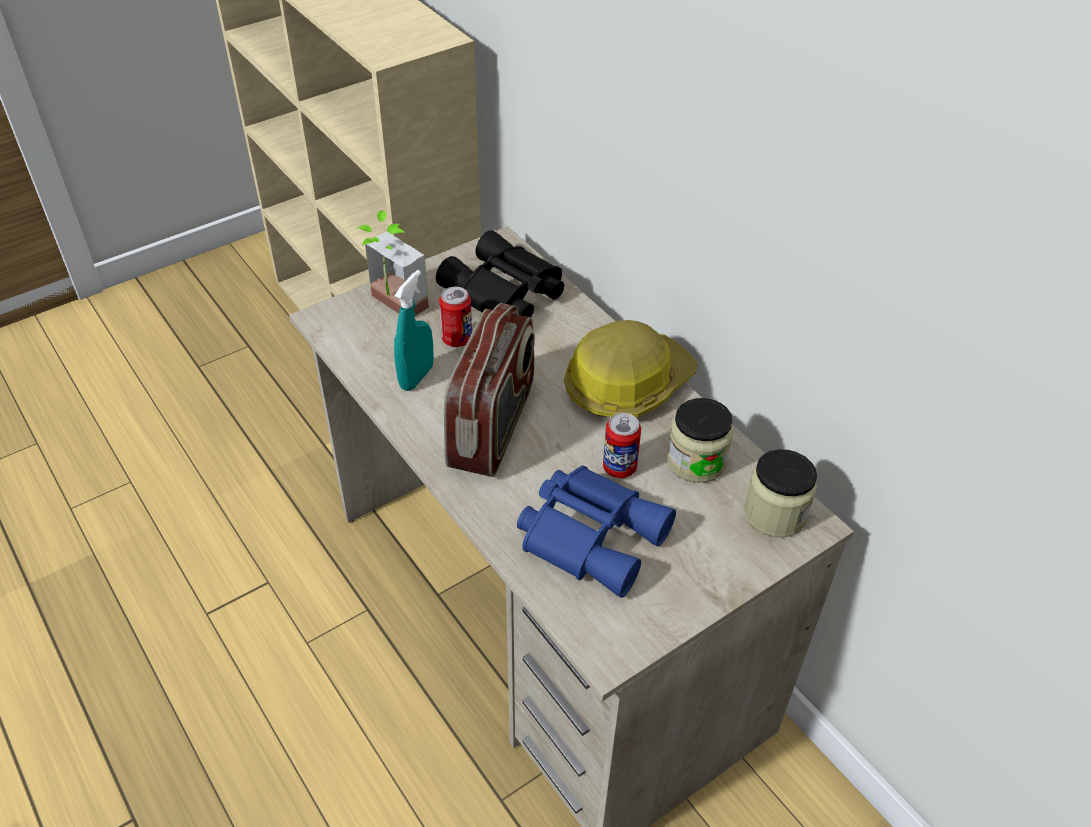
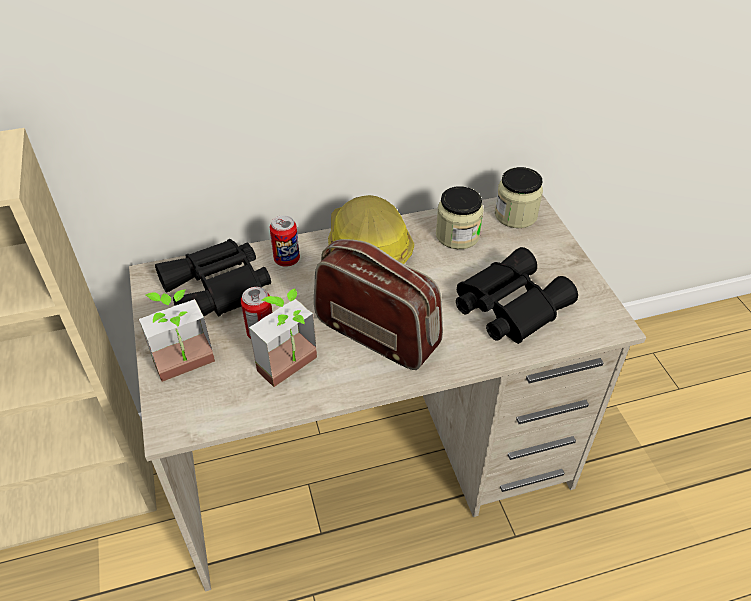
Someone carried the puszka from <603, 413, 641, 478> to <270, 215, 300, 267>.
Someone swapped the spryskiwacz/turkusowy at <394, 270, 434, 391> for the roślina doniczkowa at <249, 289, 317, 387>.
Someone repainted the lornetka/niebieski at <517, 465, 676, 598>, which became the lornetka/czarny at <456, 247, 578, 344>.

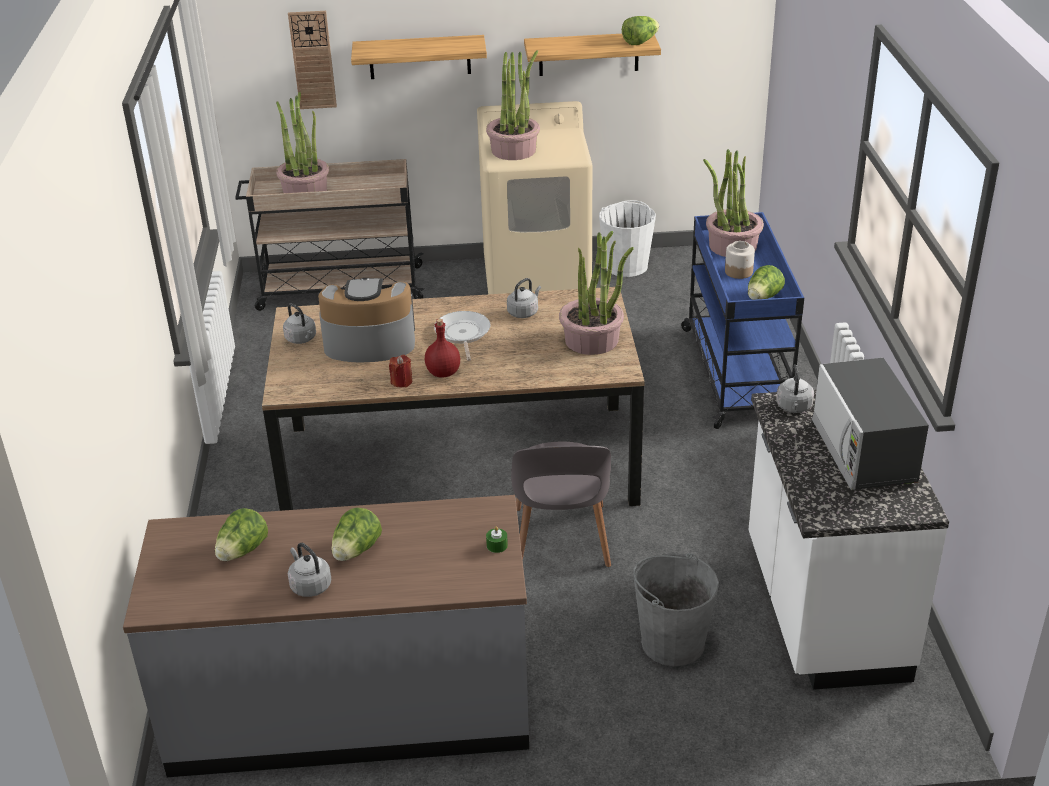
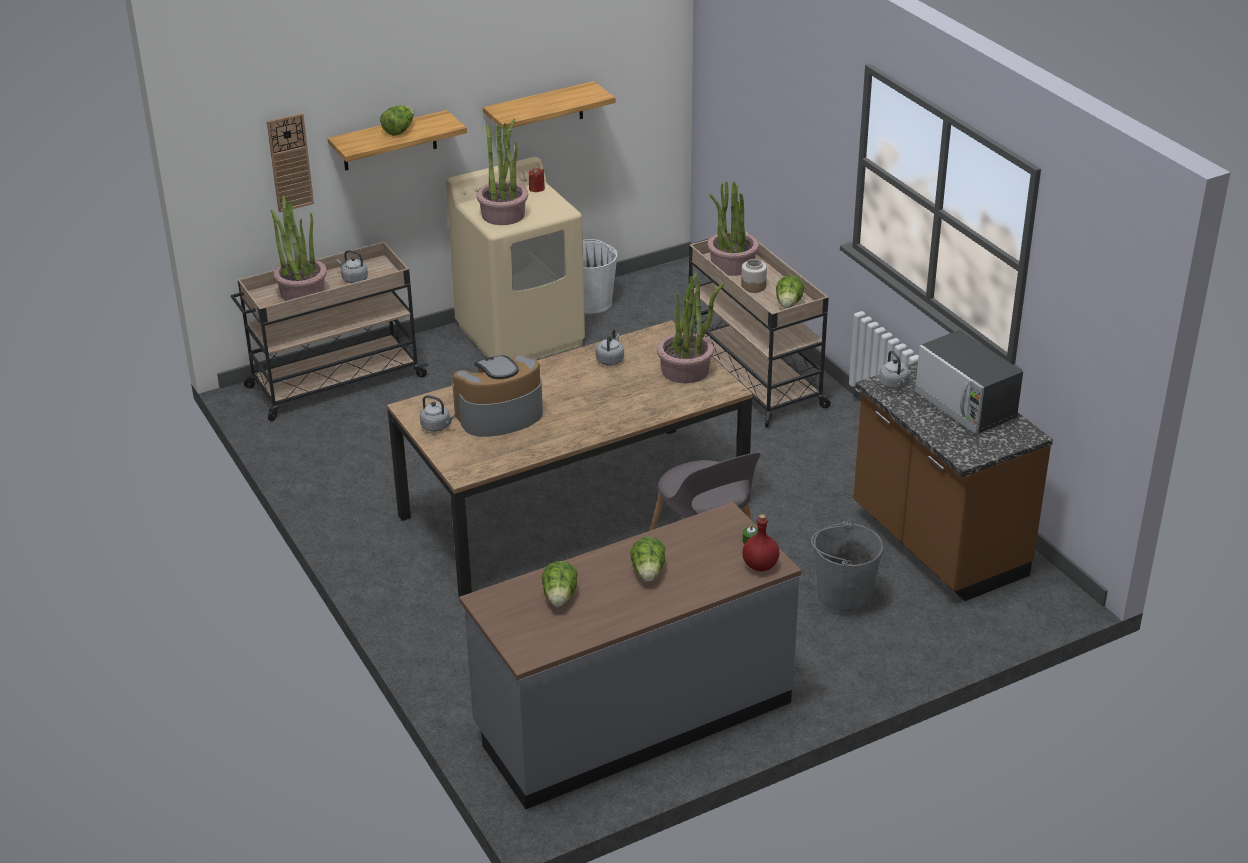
Someone took away the patelnia at <434, 311, 490, 361>.
Someone carried the czajnik/szary from <288, 543, 331, 597> to <337, 250, 368, 283>.
Someone carried the świeca/czerwony from <389, 355, 412, 388> to <528, 167, 545, 192>.
Someone carried the butelka/czerwony from <425, 319, 460, 378> to <742, 514, 779, 571>.
Someone carried the sałata from <622, 16, 659, 45> to <380, 105, 414, 136>.
Someone repainted the wózek/niebieski at <681, 212, 804, 429>, which became the wózek/beżowy at <689, 231, 833, 428>.
Someone repainted the zabudowa kuchenna/biały at <748, 389, 949, 690>, which became the zabudowa kuchenna/brązowy at <853, 362, 1053, 601>.

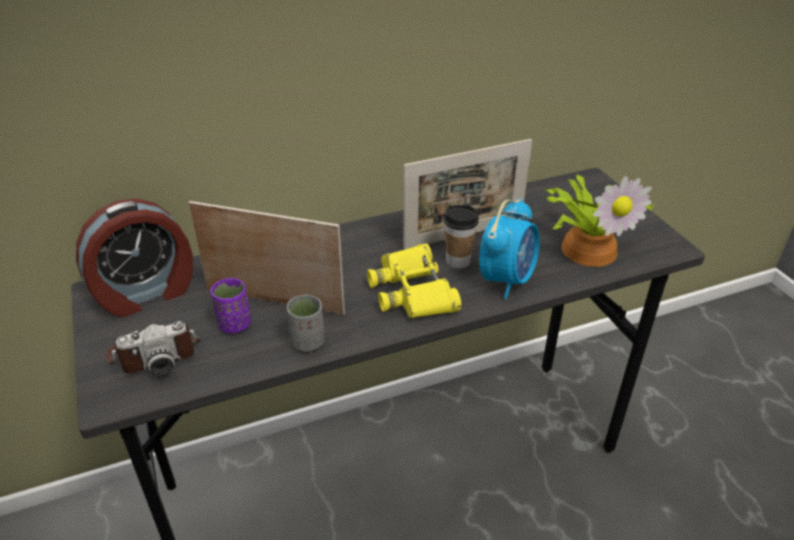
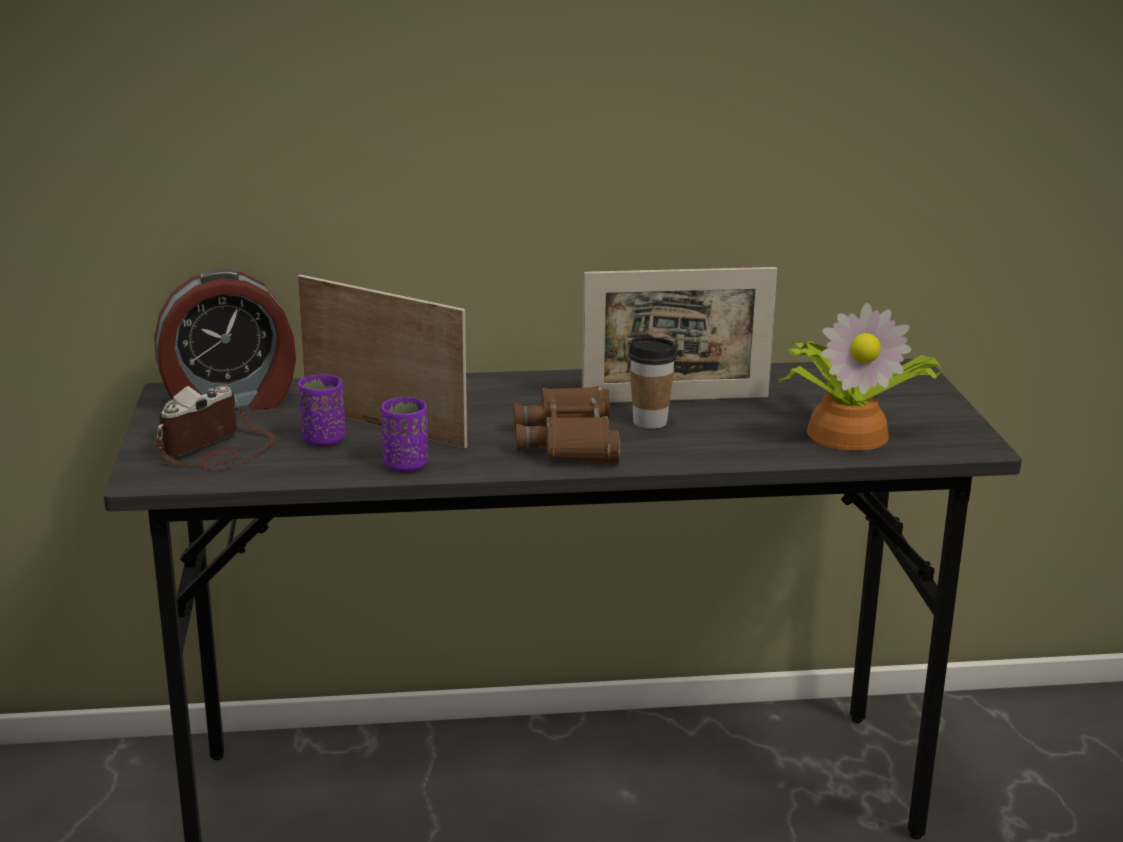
Someone took away the budzik at <479, 198, 540, 299>.
Someone repainted the filiżanka/szary at <286, 295, 325, 352>, which became the filiżanka/fioletowy at <381, 397, 428, 472>.
Someone repainted the lornetka/żółty at <367, 243, 461, 318>, which became the lornetka/brązowy at <514, 386, 620, 463>.
Someone rotated the aparat fotograficzny at <106, 321, 200, 375> by 135 degrees clockwise.

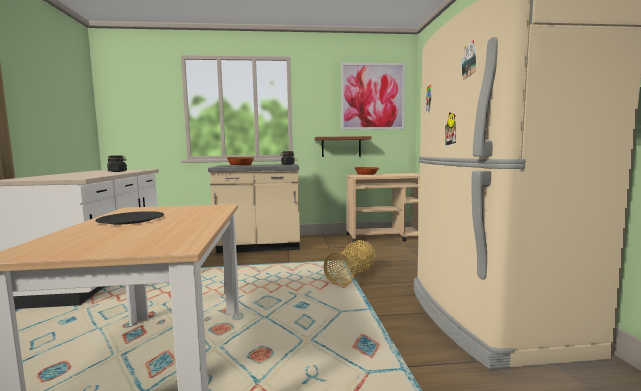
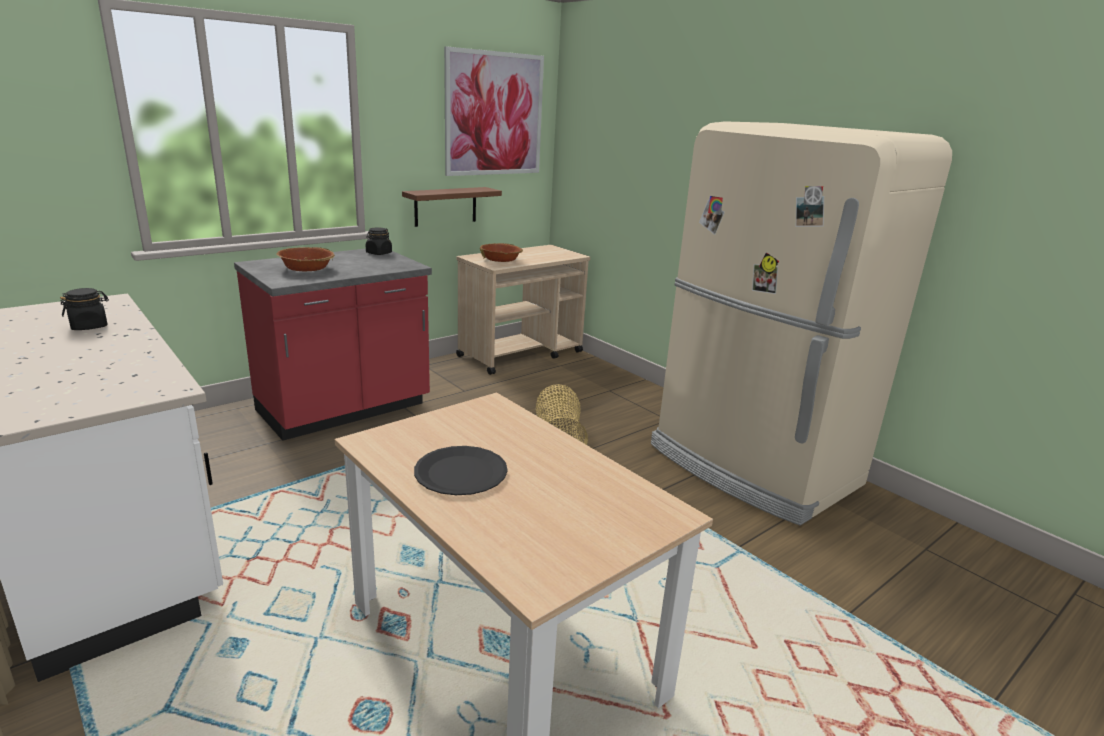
Someone repainted the zabudowa kuchenna/beżowy at <208, 164, 300, 253>, which became the zabudowa kuchenna/czerwony at <234, 249, 432, 441>.

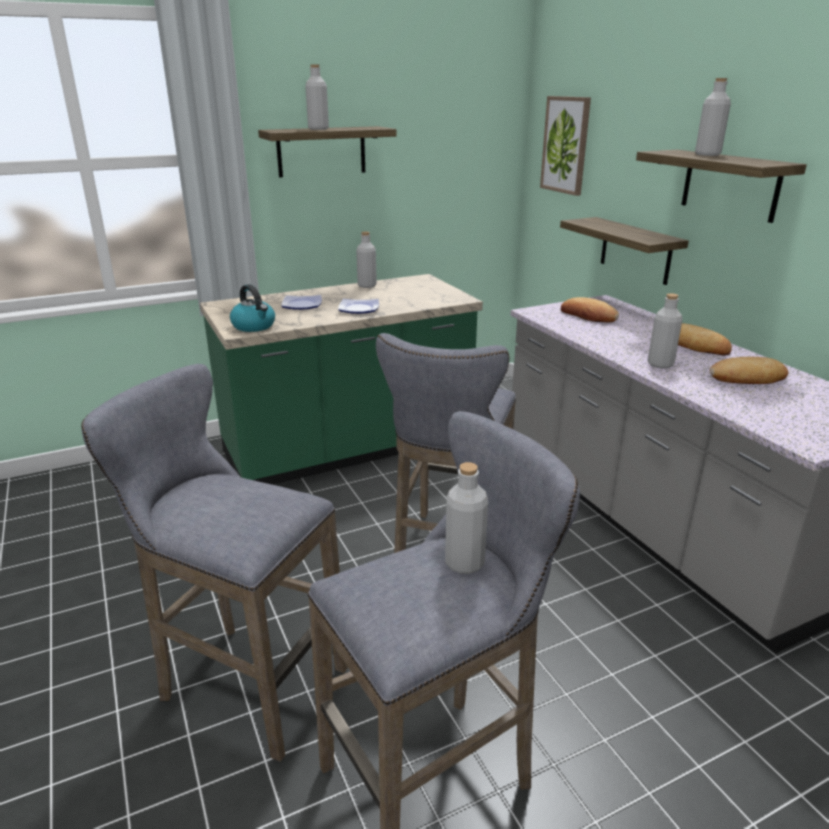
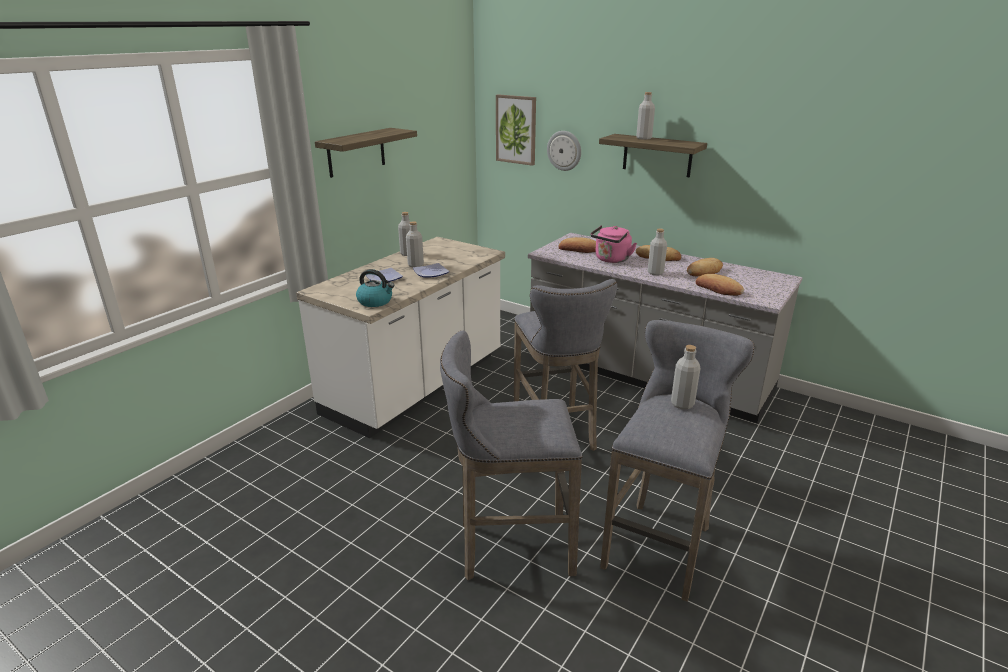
Someone took away the półka at <560, 217, 689, 285>.
Someone put up the zegar ścienny at <547, 131, 581, 171>.
Someone put down the czajnik/różowy at <591, 225, 637, 263>.
Someone put down the chleb at <696, 274, 744, 296>.
Someone carried the butelka/szary from <305, 65, 329, 130> to <406, 221, 424, 268>.
Someone repainted the zabudowa kuchenna/zielony at <200, 274, 483, 485>, which became the zabudowa kuchenna/biały at <296, 237, 505, 438>.

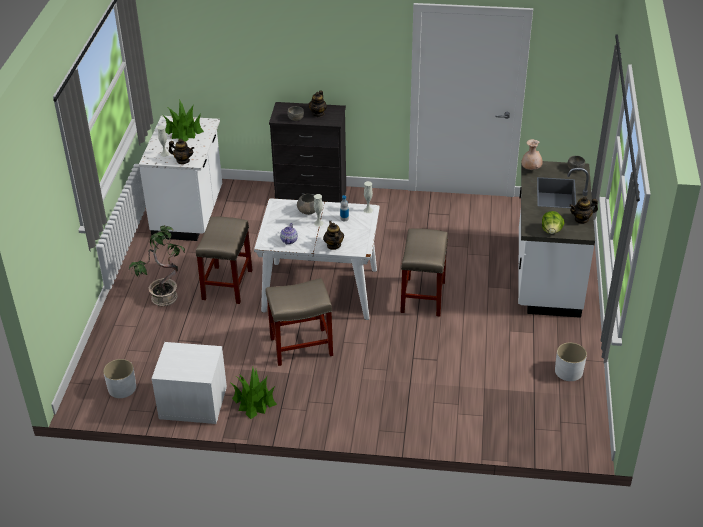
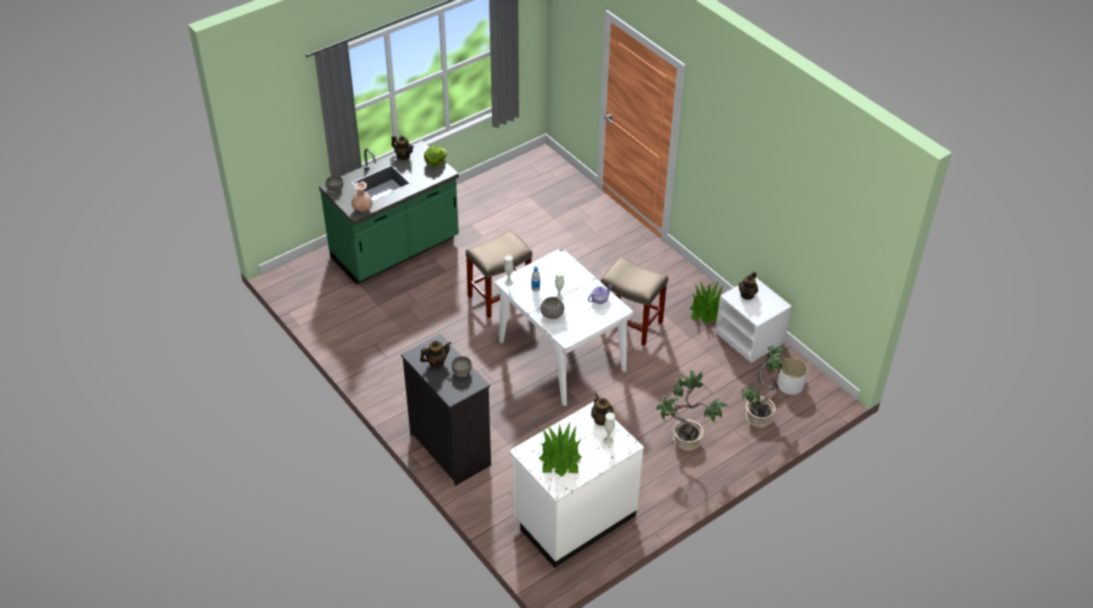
Someone took away the stołek/beżowy at <196, 217, 252, 304>.
Someone took away the donica/biały at <555, 343, 587, 381>.
Someone put down the roślina doniczkowa at <741, 346, 788, 427>.
Someone carried the imbryk from <323, 221, 344, 250> to <738, 271, 758, 300>.
Someone repainted the zabudowa kuchenna/biały at <518, 161, 595, 318>, which became the zabudowa kuchenna/zielony at <319, 141, 459, 284>.

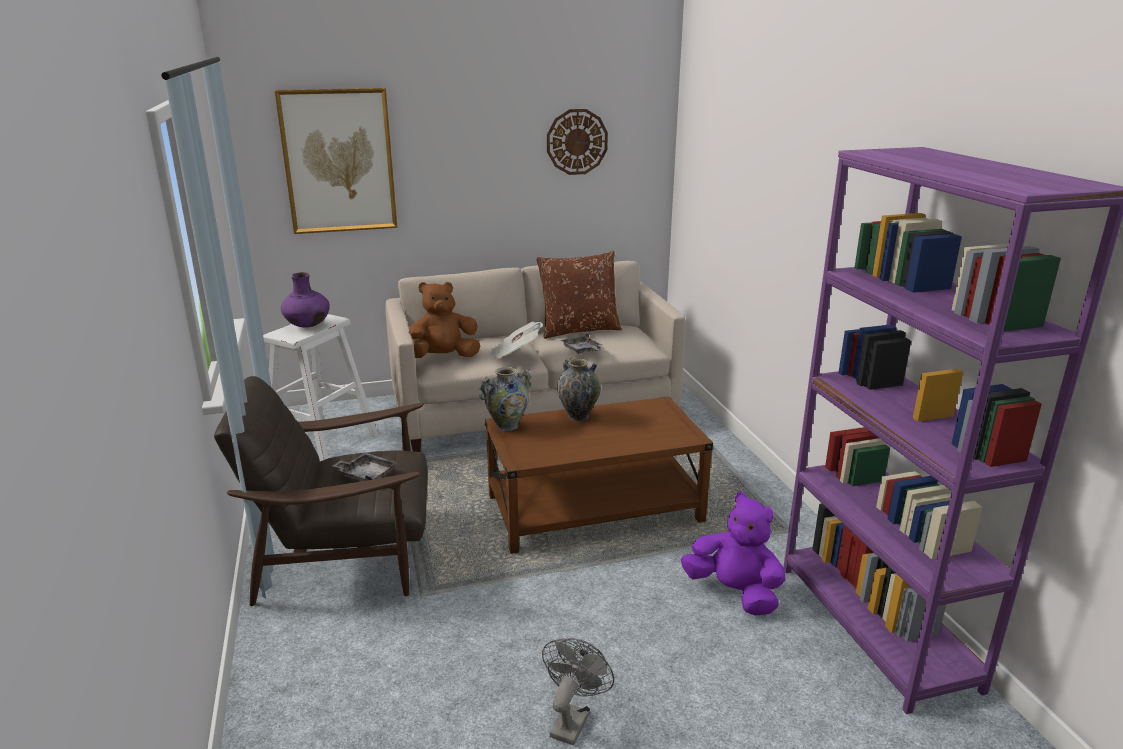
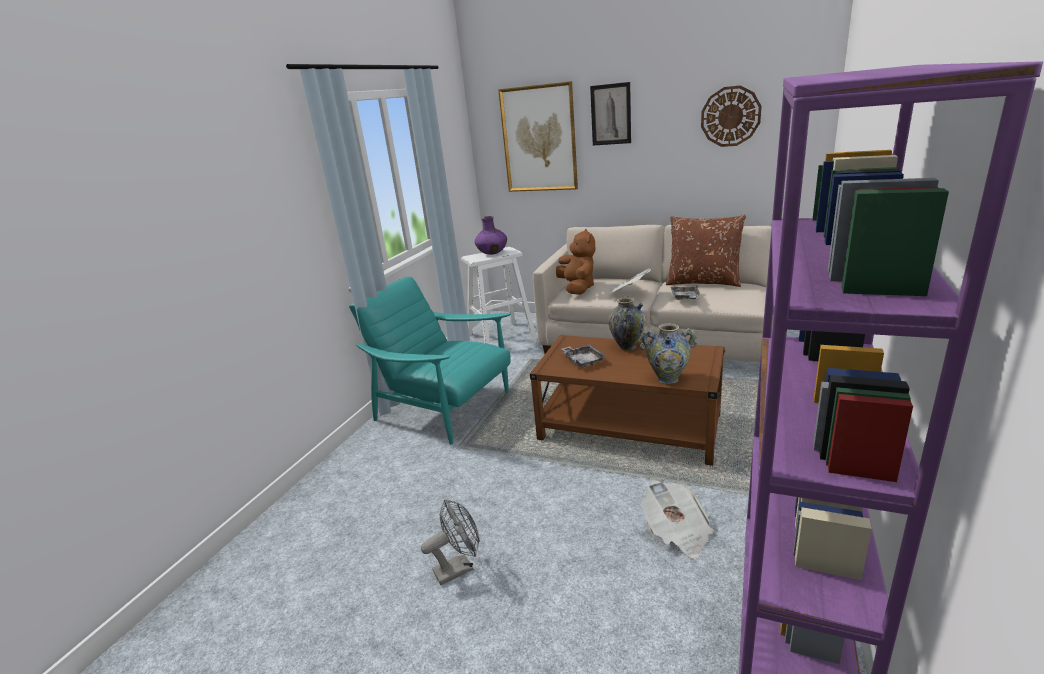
Someone put up the obraz at <590, 82, 631, 146>.
Someone carried the taca/szary from <332, 452, 397, 482> to <562, 344, 606, 368>.
Someone carried the wazon from <479, 367, 531, 431> to <640, 323, 697, 384>.
Someone swapped the pluszak/fioletowy at <681, 492, 786, 616> for the gazeta at <641, 481, 714, 558>.
Someone repainted the fotel/brązowy at <214, 376, 428, 606>, which became the fotel/turkusowy at <349, 277, 511, 444>.
Someone rotated the pluszak/brązowy at <409, 282, 480, 358> by 60 degrees clockwise.

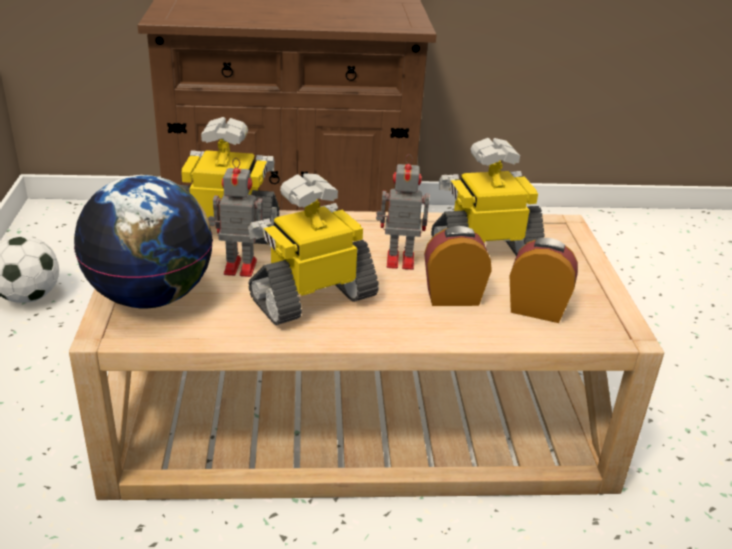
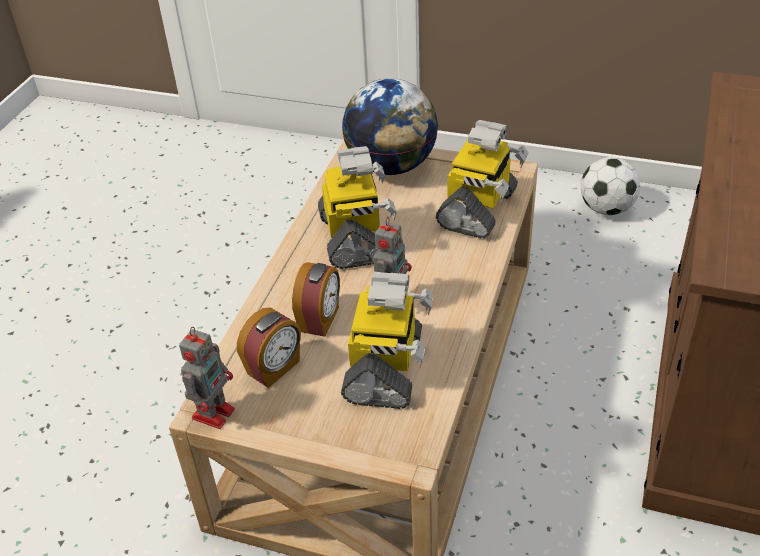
Someone carried the robot zabawkowy from <208, 158, 263, 277> to <179, 327, 235, 429>.

